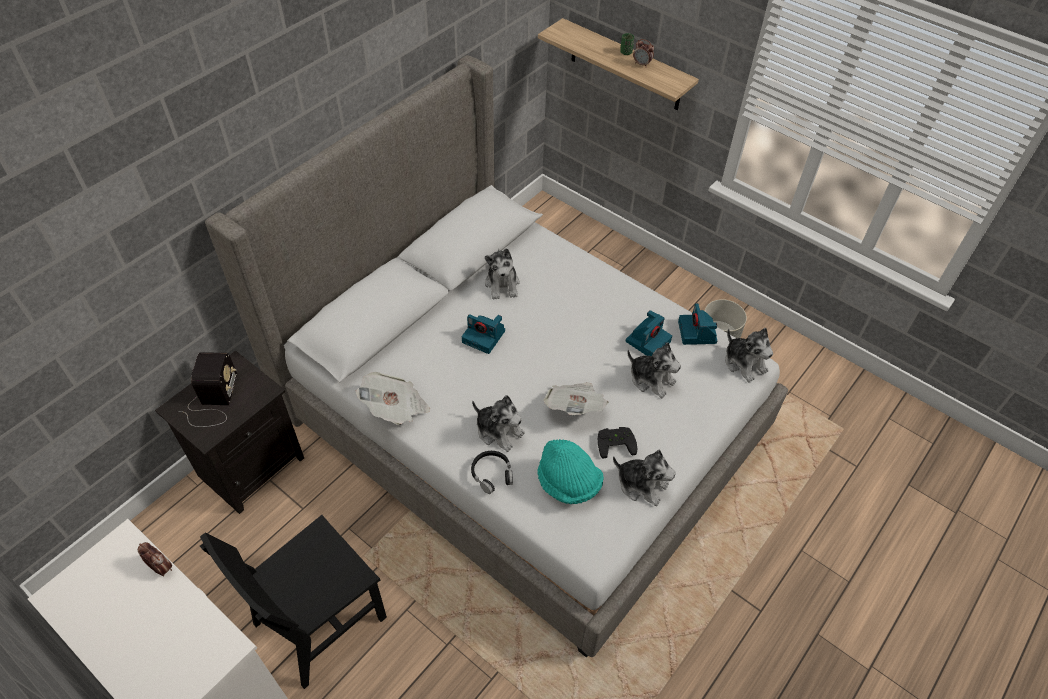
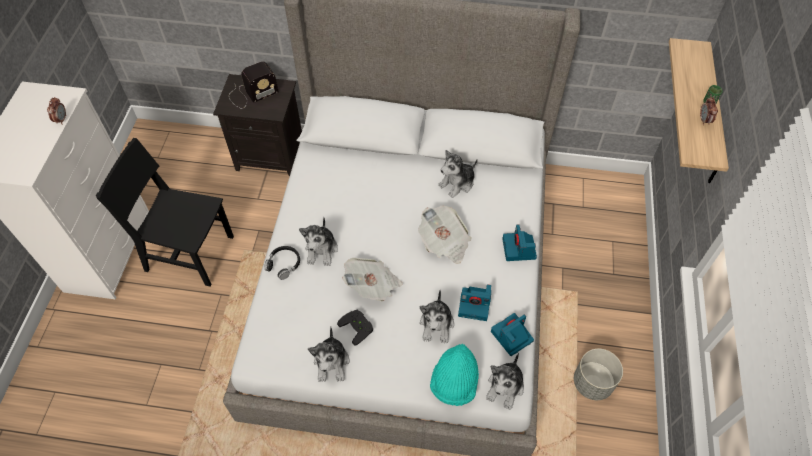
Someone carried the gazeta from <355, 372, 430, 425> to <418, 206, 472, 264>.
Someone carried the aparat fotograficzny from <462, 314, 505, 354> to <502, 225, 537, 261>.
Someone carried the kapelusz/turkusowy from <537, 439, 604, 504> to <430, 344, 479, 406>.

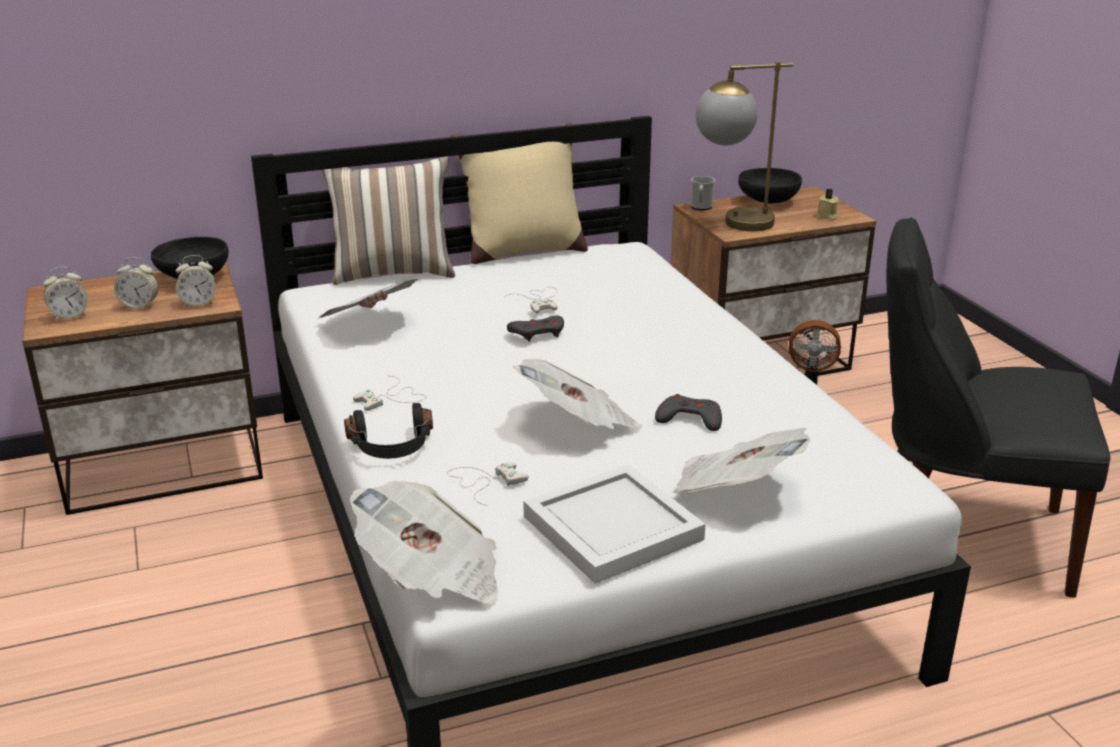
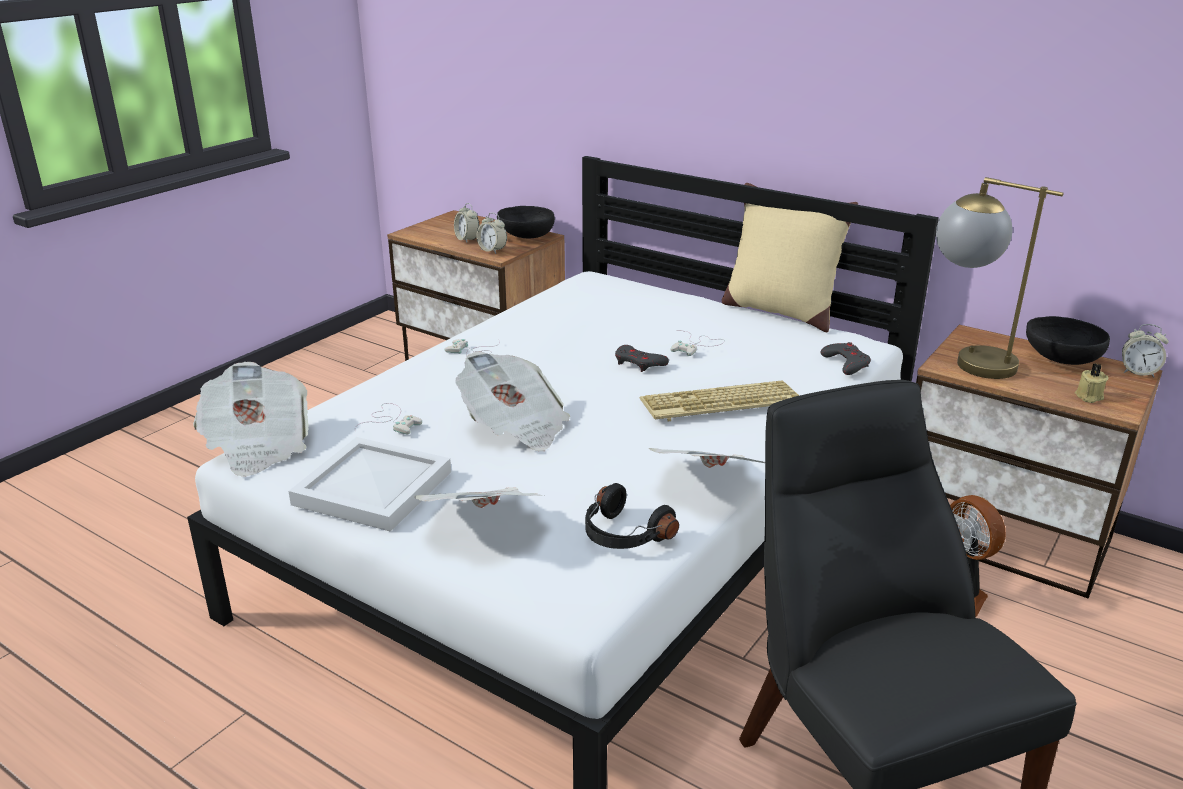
Someone took away the poduszka at <322, 156, 455, 285>.
Someone took away the kubek at <691, 176, 715, 210>.
Someone put down the klawiatura at <640, 380, 799, 421>.
Someone carried the budzik from <43, 267, 88, 322> to <1122, 324, 1169, 377>.
Someone carried the gazeta from <317, 279, 418, 319> to <649, 448, 765, 468>.
Someone carried the słuchawki/czarny from <344, 403, 433, 459> to <585, 483, 679, 549>.
Someone carried the pad do gier/szary from <655, 394, 722, 431> to <820, 342, 871, 375>.

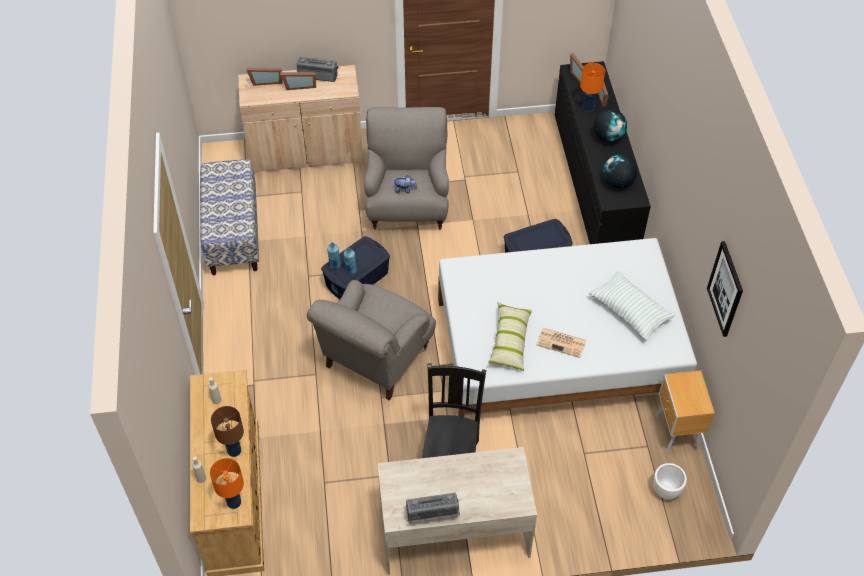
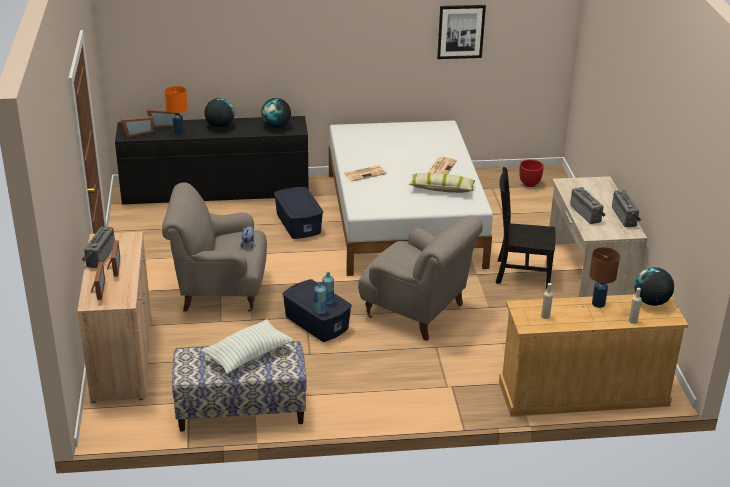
Someone took away the szafka nocna/brązowy at <655, 370, 715, 454>.
Someone put down the gazeta at <344, 165, 387, 181>.
Someone put down the radio at <570, 187, 606, 224>.
Someone carried the poduszka from <589, 271, 674, 340> to <201, 319, 294, 374>.
Someone swapped the lampa stołowa/pomarańczowy at <210, 458, 244, 509> for the globus at <635, 267, 674, 306>.
Someone repainted the donica/biały at <653, 463, 687, 499>, which became the donica/czerwony at <519, 160, 544, 187>.

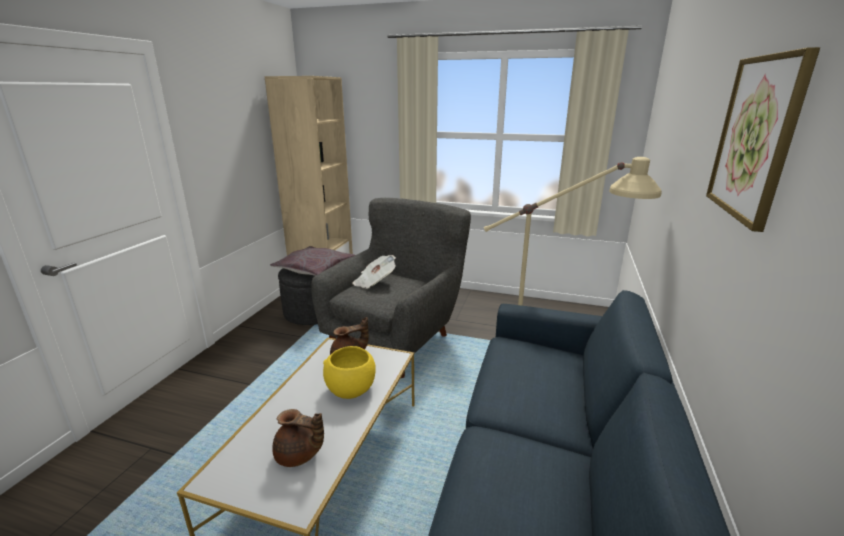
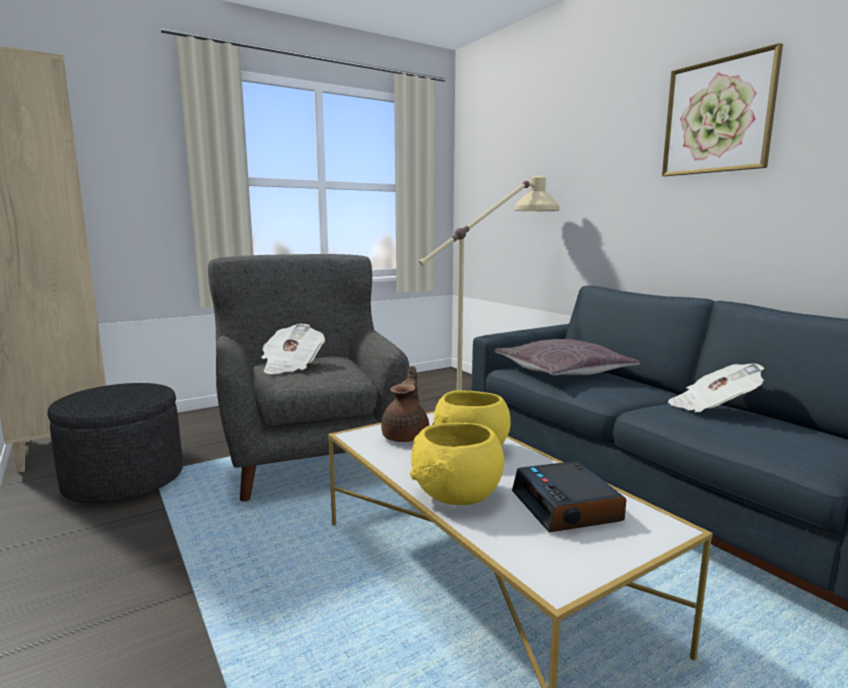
Someone put down the miska/żółty at <410, 423, 504, 505>.
Someone put down the gazeta at <668, 364, 765, 412>.
Someone carried the poduszka/szary from <270, 246, 355, 276> to <494, 339, 640, 375>.
Someone swapped the imbryk/brązowy at <272, 409, 324, 467> for the budzik at <512, 461, 626, 532>.

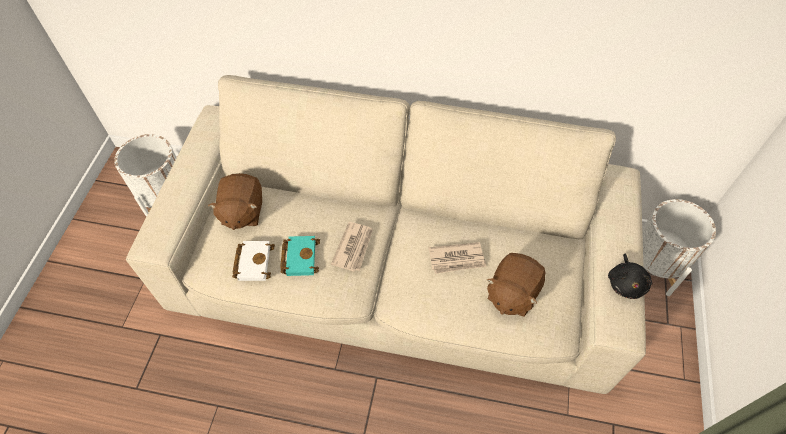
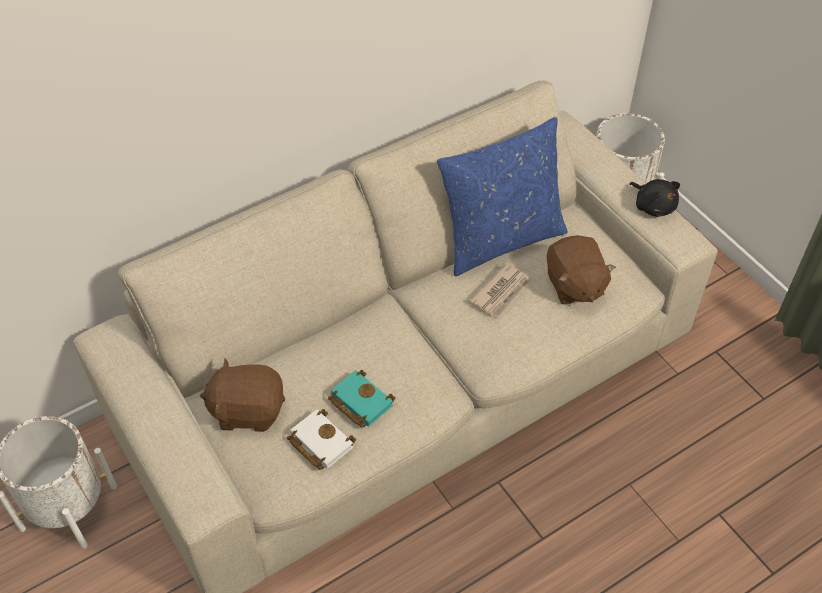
Someone took away the gazeta at <331, 222, 373, 272>.
Someone put down the poduszka/niebieski at <437, 117, 568, 276>.
Someone rotated the pluszak/brązowy at <208, 173, 262, 230> by 135 degrees clockwise.

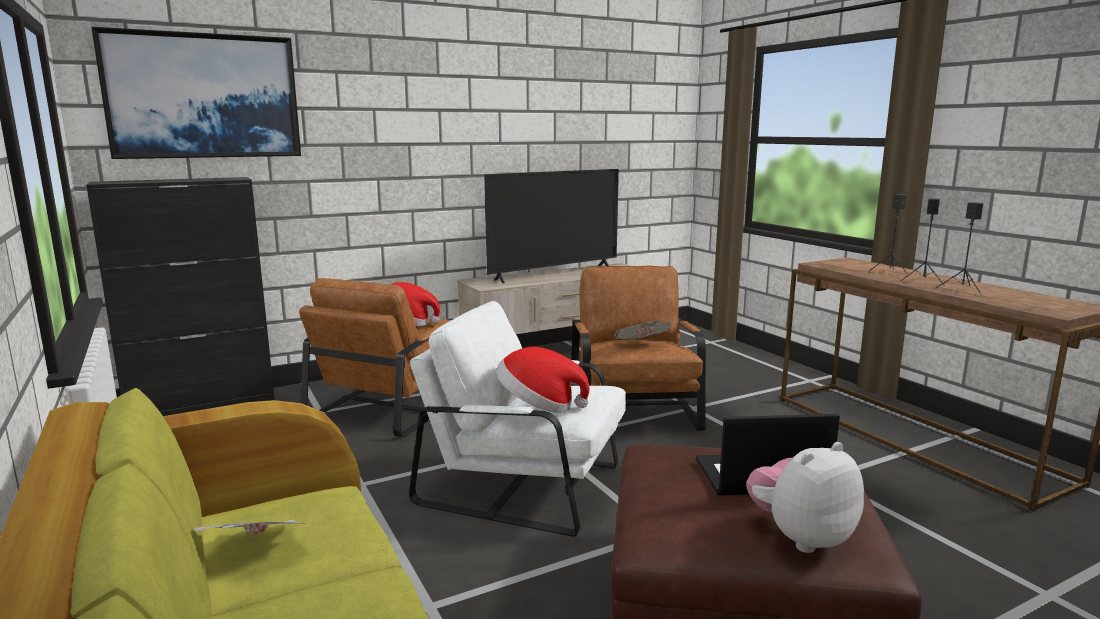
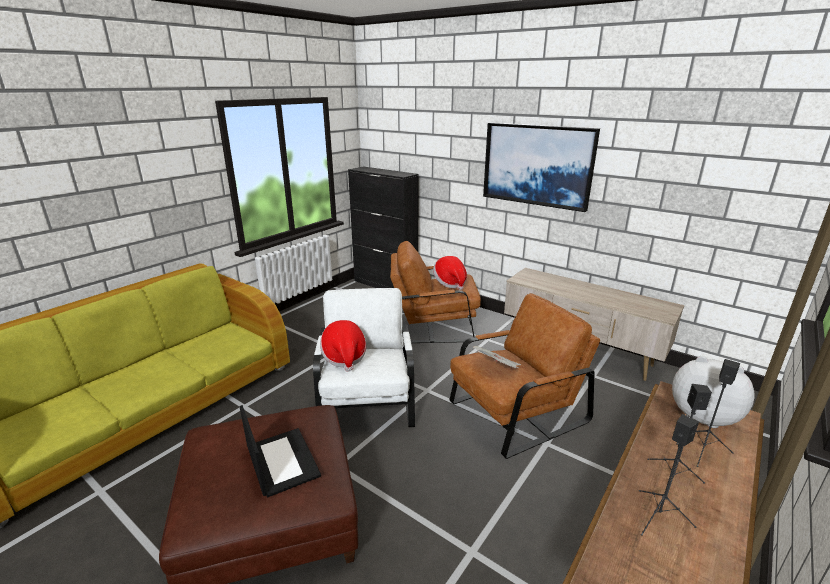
Someone took away the gazeta at <194, 520, 302, 536>.
Someone took away the telewizor at <484, 169, 619, 283>.
Someone carried the obraz from <91, 27, 301, 159> to <483, 123, 600, 212>.
Someone carried the pluszak from <746, 442, 864, 553> to <672, 356, 755, 428>.

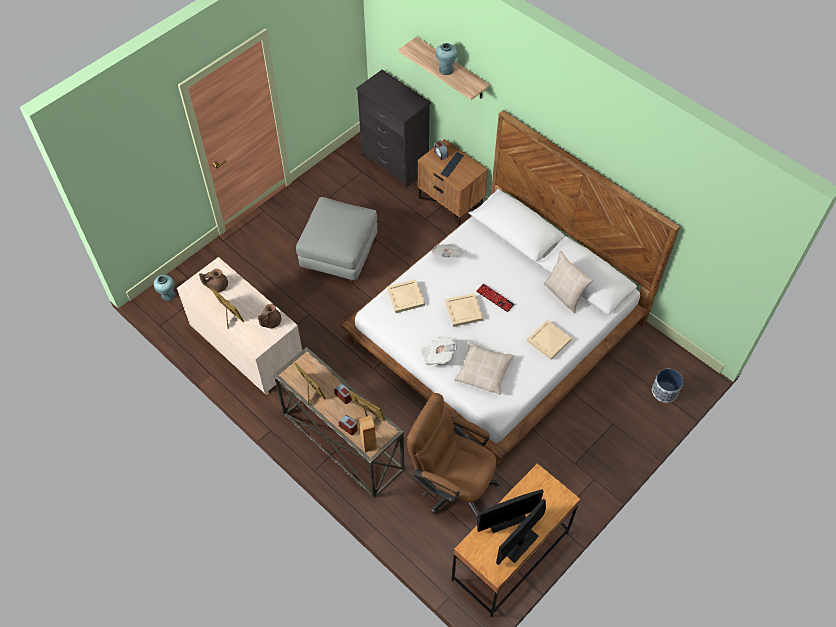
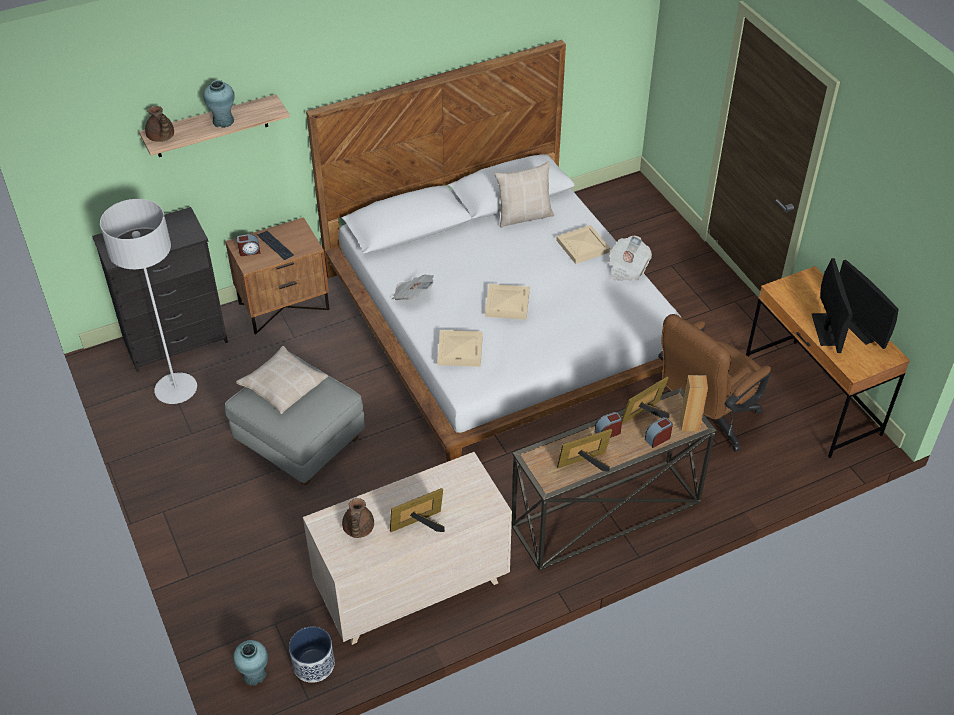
Someone took away the klawiatura at <476, 284, 515, 312>.
Someone put down the lampa stojąca/szary at <100, 199, 197, 404>.
Someone carried the imbryk/brązowy from <258, 304, 281, 328> to <145, 106, 174, 142>.
Someone carried the gazeta from <421, 336, 457, 365> to <609, 236, 652, 281>.
Someone carried the poduszka/beżowy from <454, 341, 514, 395> to <236, 346, 328, 414>.
Someone carried the donica from <652, 369, 683, 403> to <289, 626, 335, 683>.

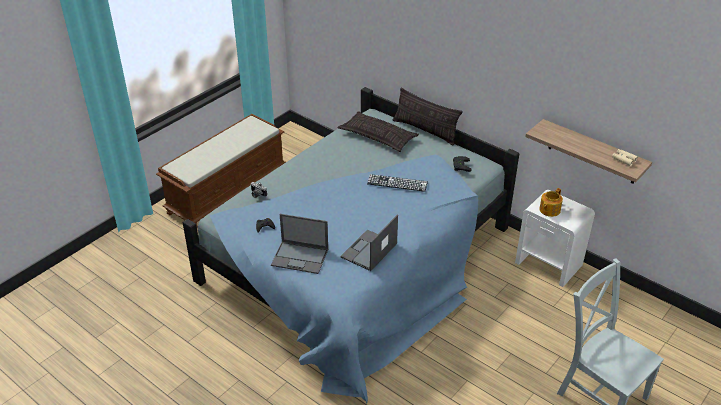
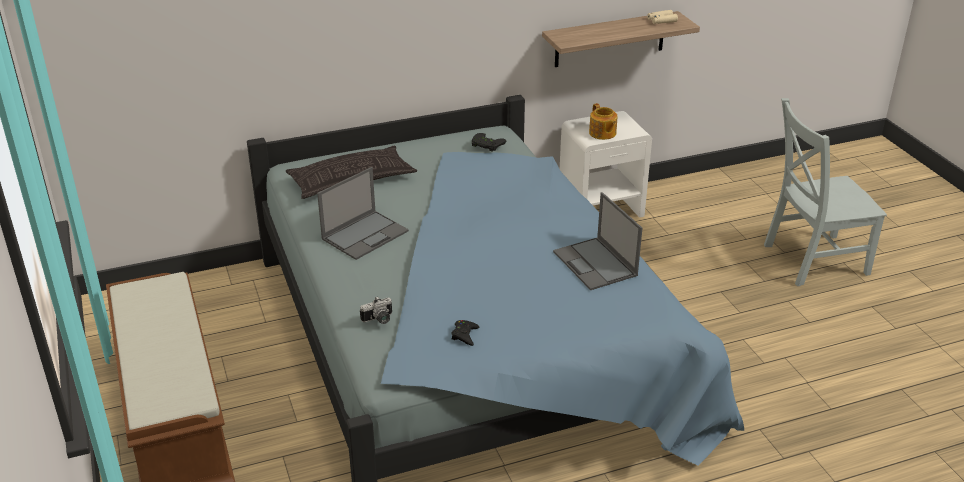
Someone took away the klawiatura at <367, 174, 428, 192>.
Someone took away the poduszka at <393, 88, 463, 145>.
Someone carried the laptop from <271, 214, 328, 274> to <317, 167, 409, 260>.

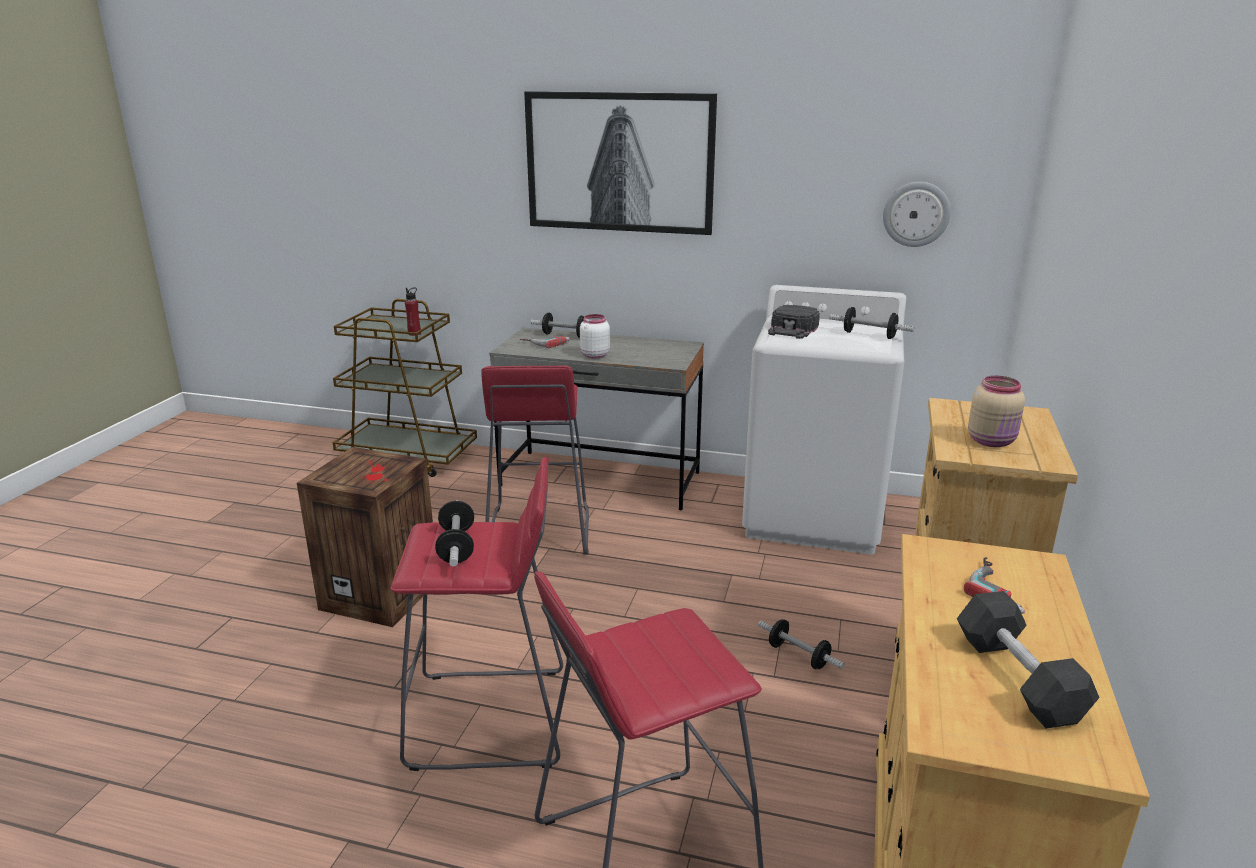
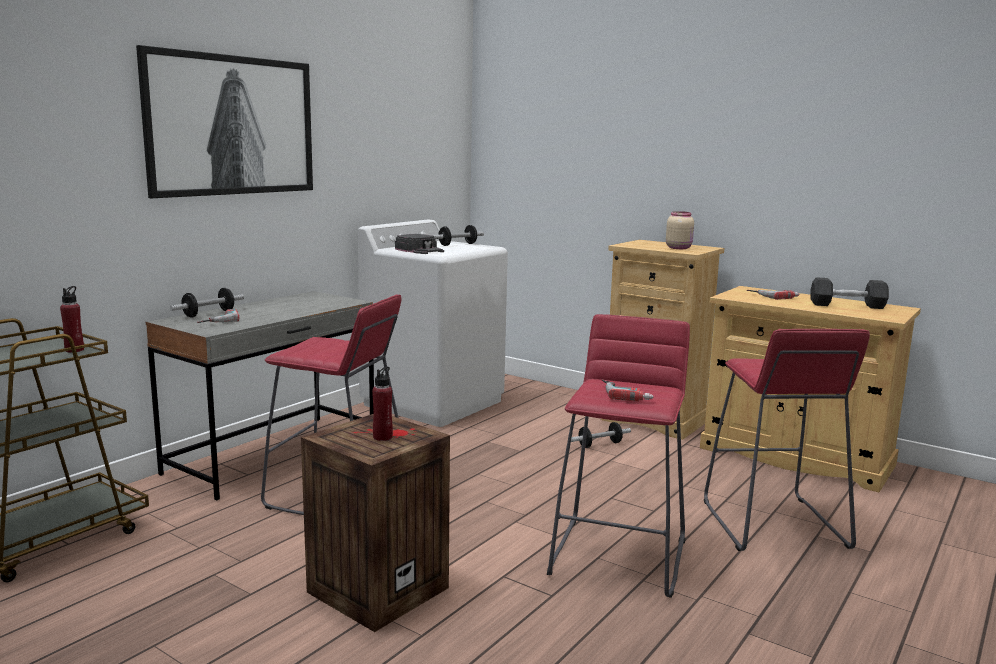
Someone took away the słoik/biały at <580, 314, 610, 359>.
Someone took away the zegar ścienny at <883, 182, 951, 247>.
Someone put down the butelka/czerwony at <372, 366, 393, 441>.
Someone swapped the hantel at <435, 500, 474, 566> for the wiertarka at <602, 379, 654, 402>.

